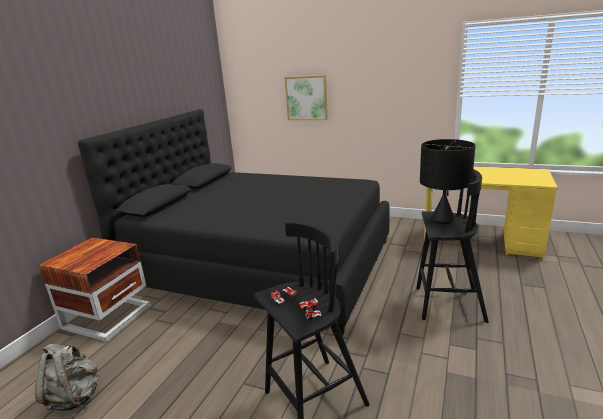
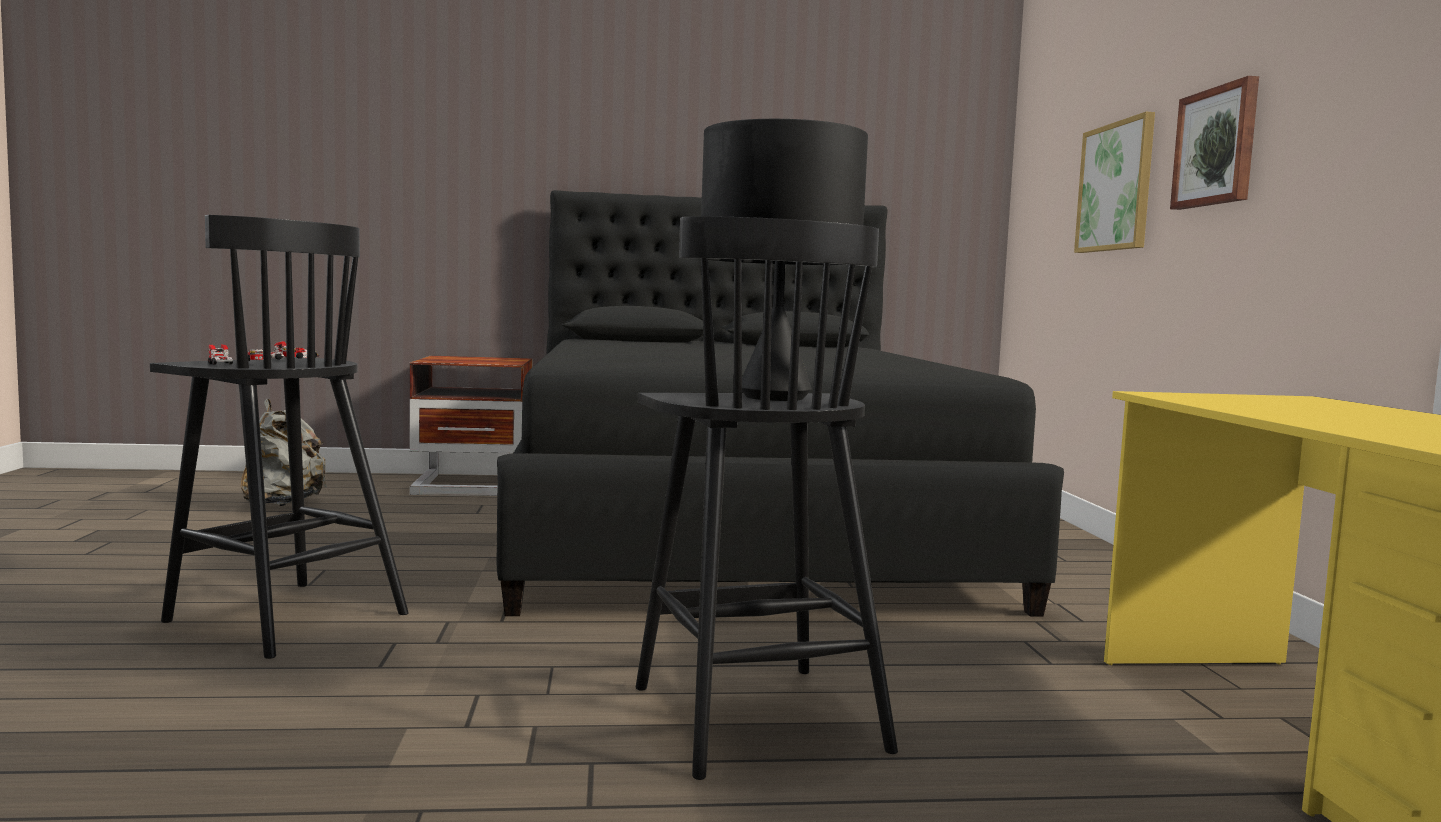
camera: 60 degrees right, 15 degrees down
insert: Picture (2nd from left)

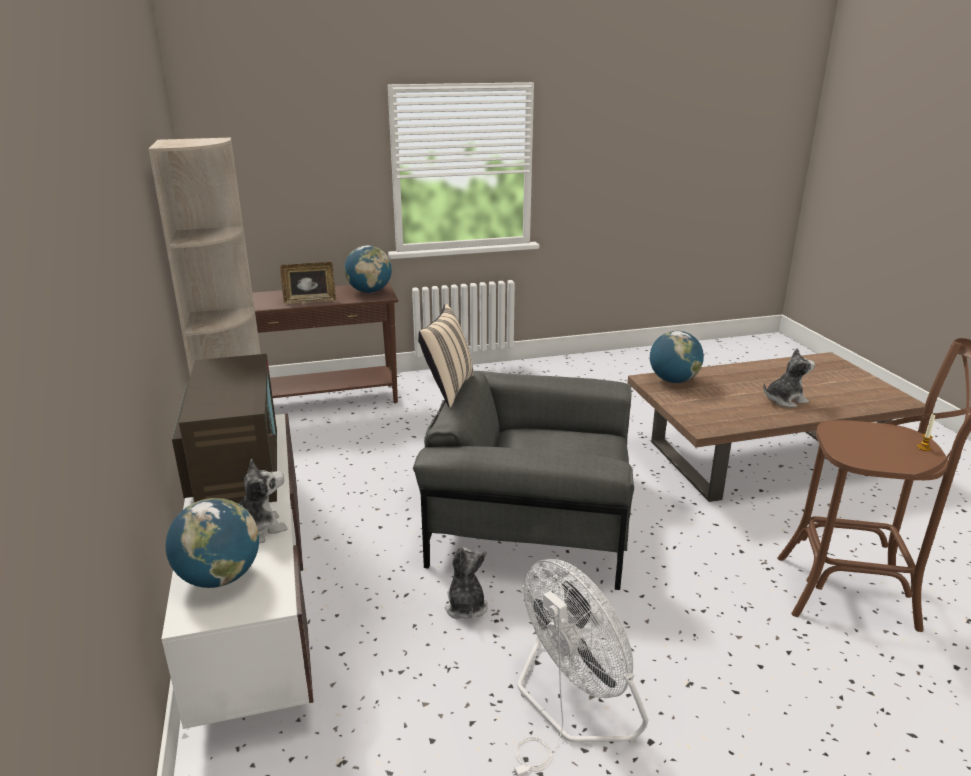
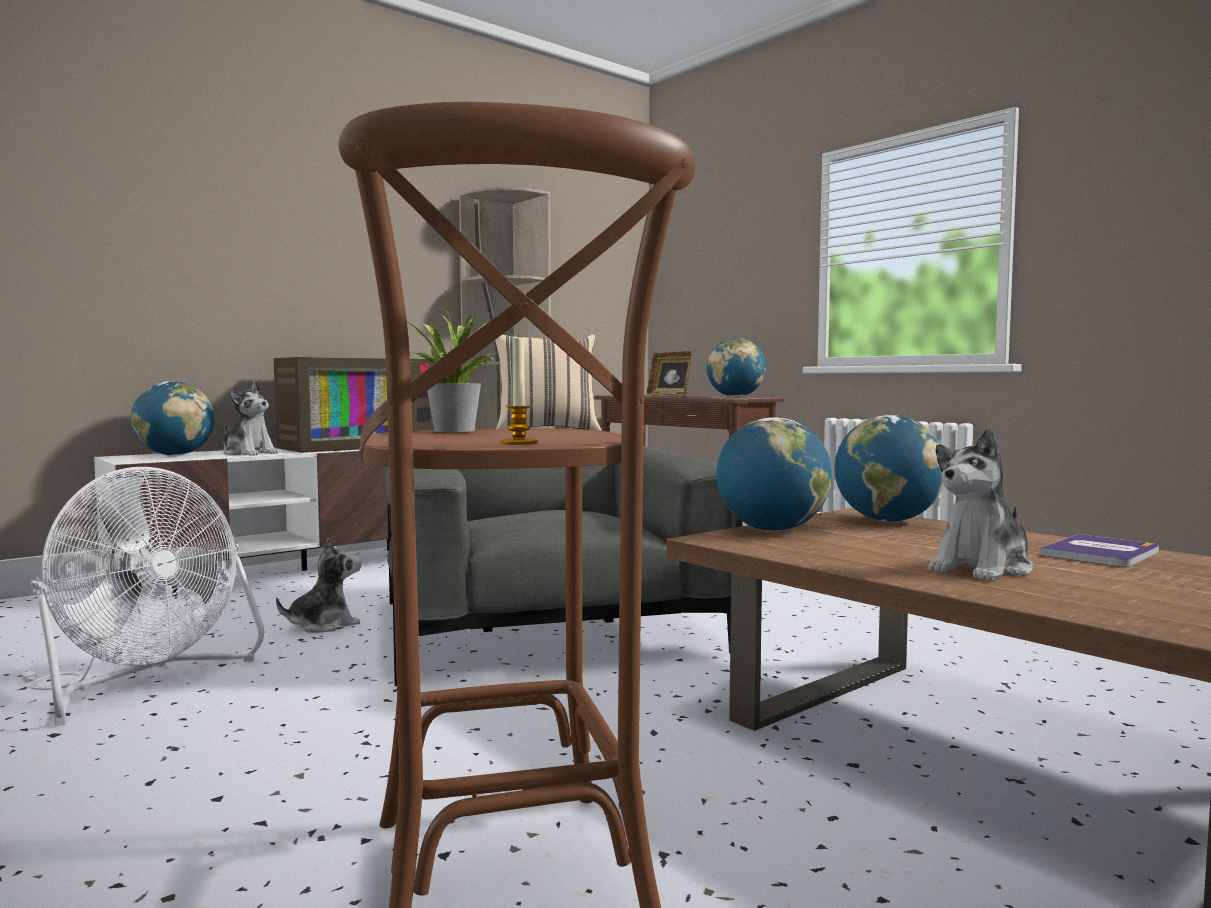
camera: 65 degrees right, 20 degrees down
insert: PottedPlant; Globe (3rd from left); Book
rotate: PlushToy (3rd from left) 90 degrees clockwise

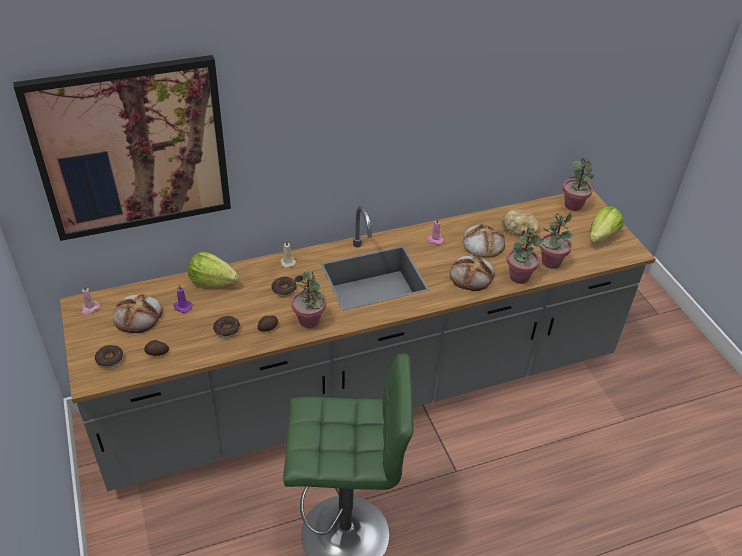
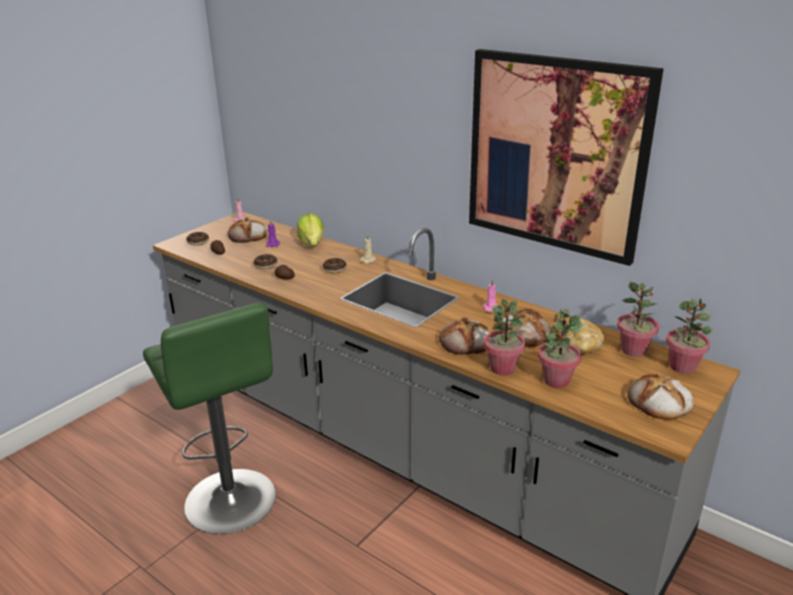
camera: 60 degrees right, 15 degrees down
move: Picture; PottedPlant (1st from left in the first image) to PottedPlant (3rd from left)
replace: Lettuce (2nd from left) to Bread (5th from left)

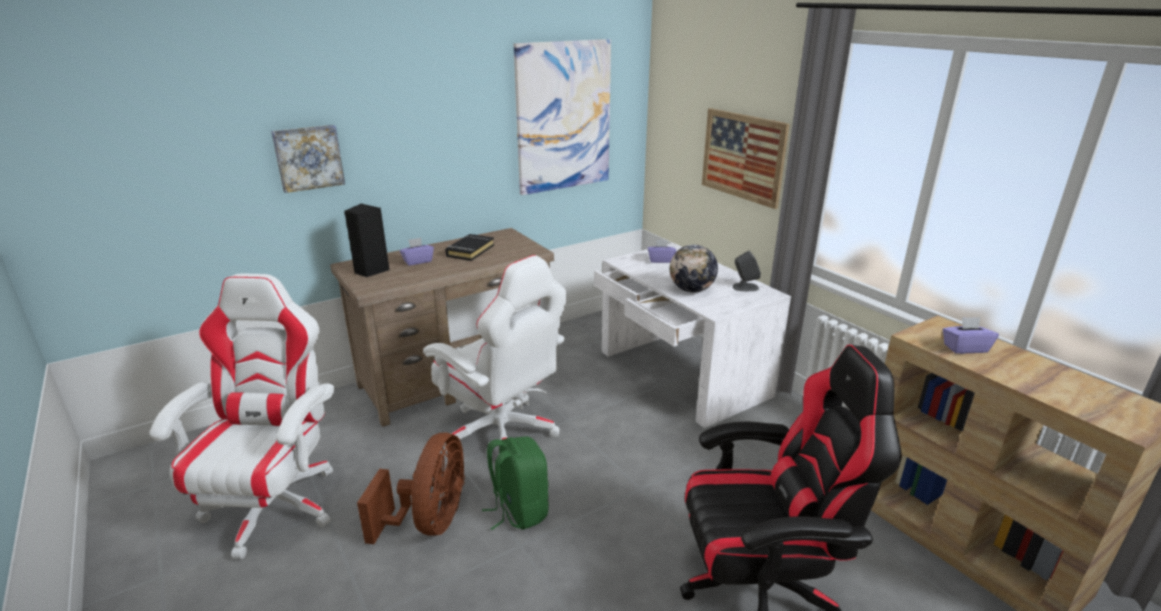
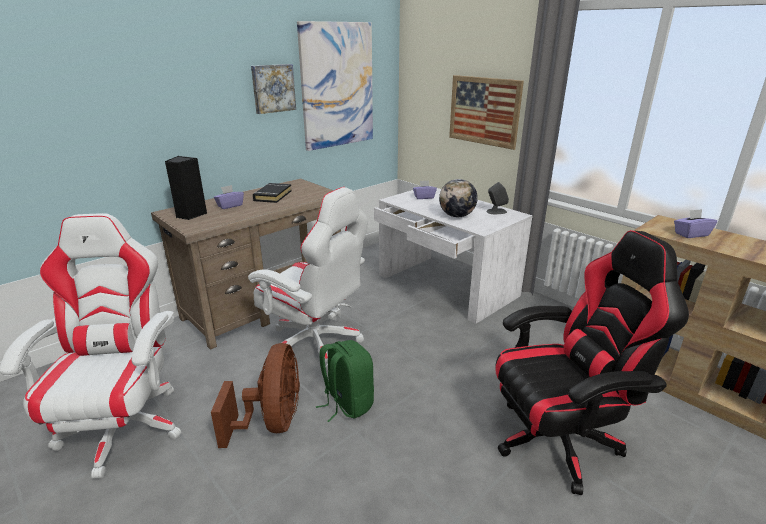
camera: 10 degrees left, 0 degrees up
move: Picture (1st from left)

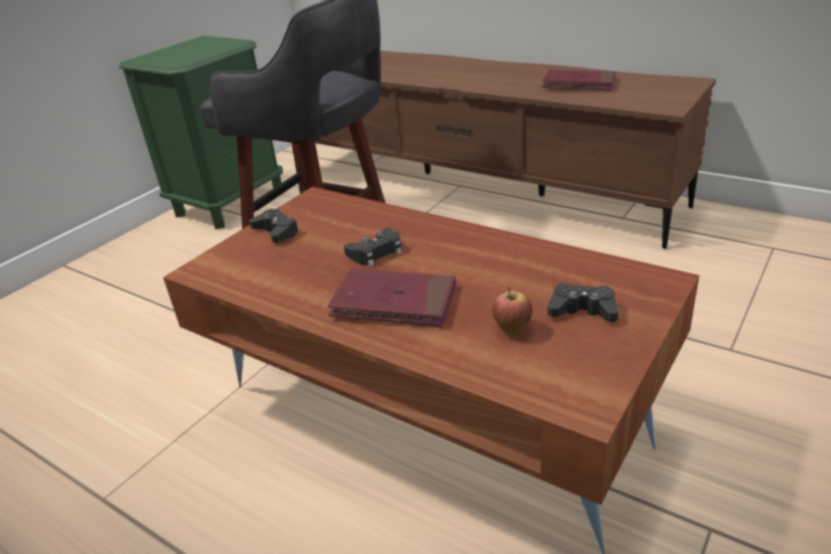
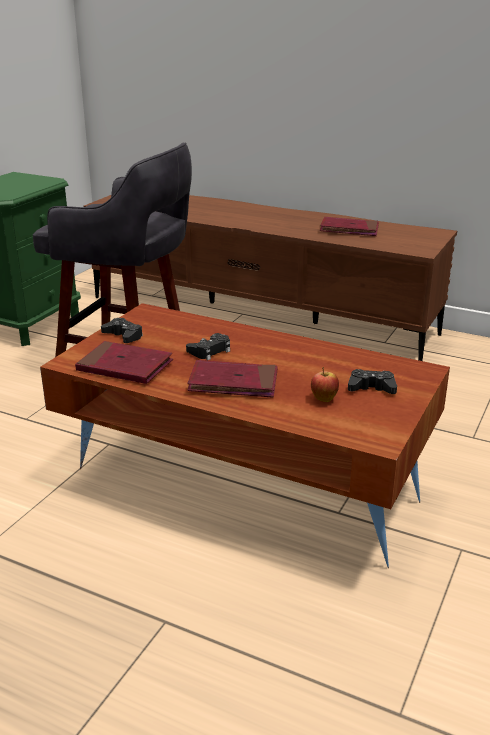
camera: 10 degrees left, 5 degrees down
insert: RedBook (1st from left)

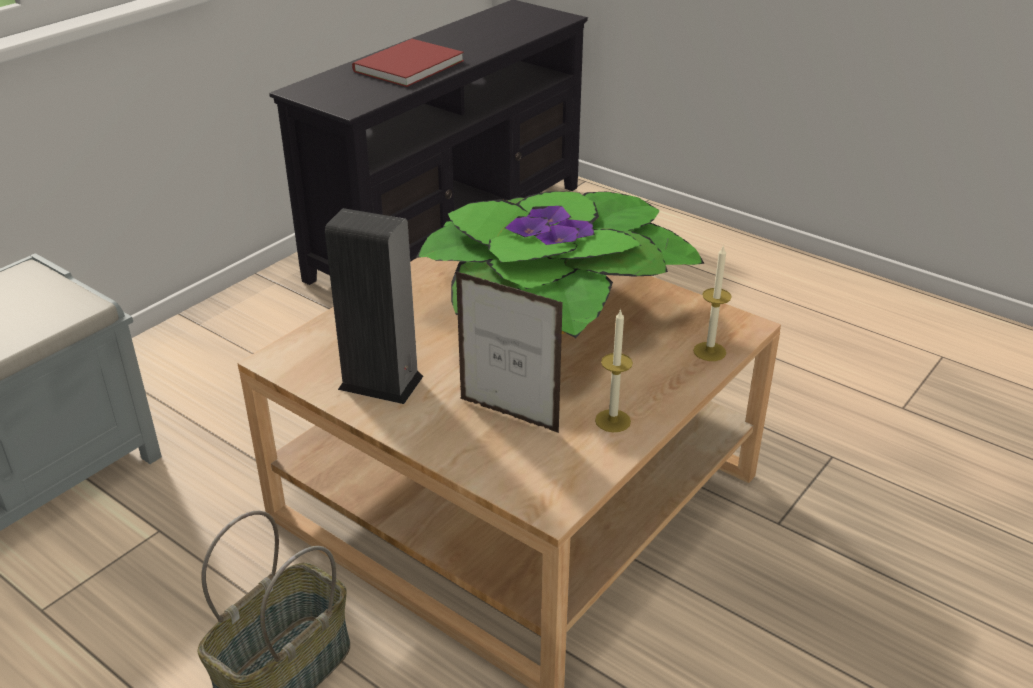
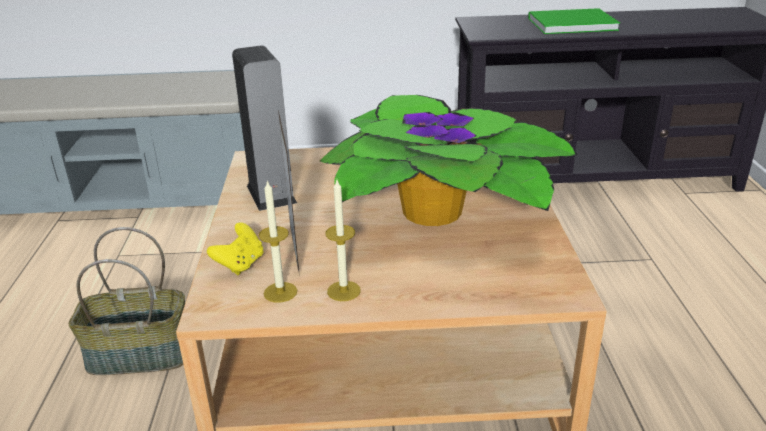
camera: 50 degrees right, 5 degrees down
insert: YellowGameController
move: Candle (2nd from left in the first image) to Candle (1st from left)
recolor: RedBook to GreenBook

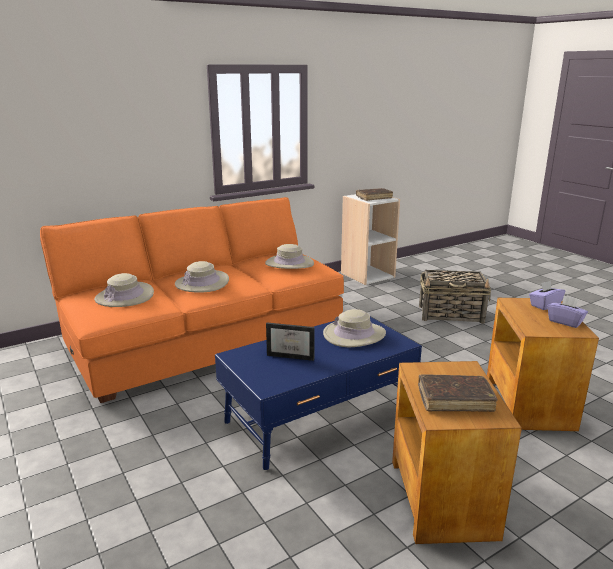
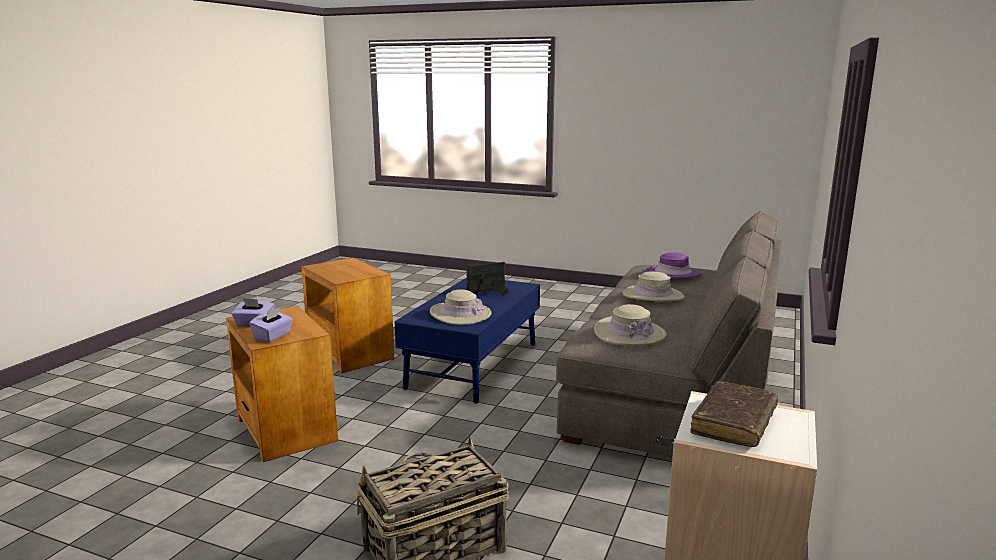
camera: 145 degrees right, 5 degrees down
delete: BrownBook (2nd from left)
recolor: OrangeSofa to GreySofa; BeigeHat (1st from left) to PurpleHat

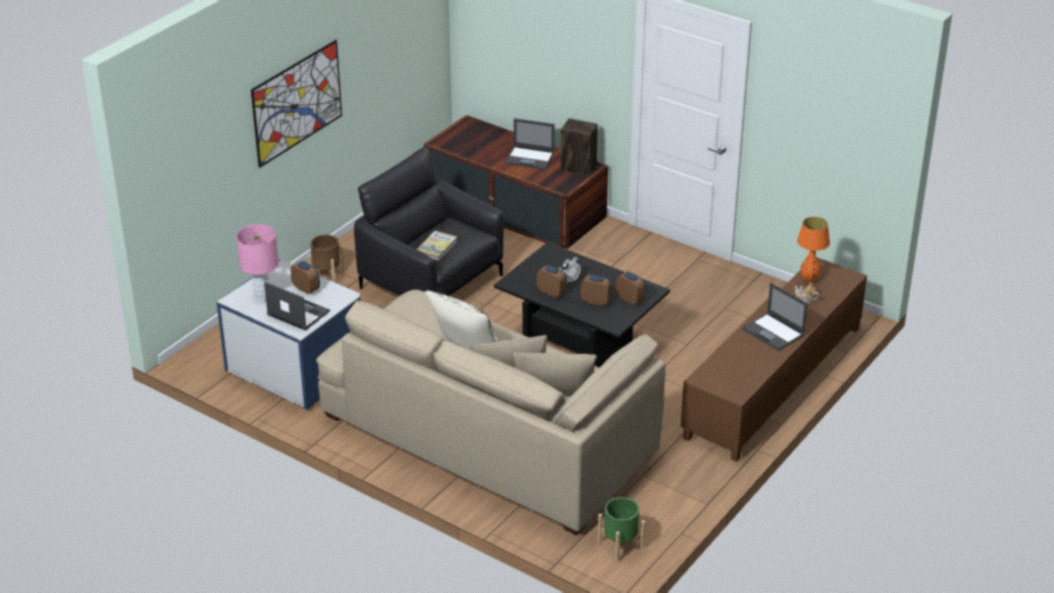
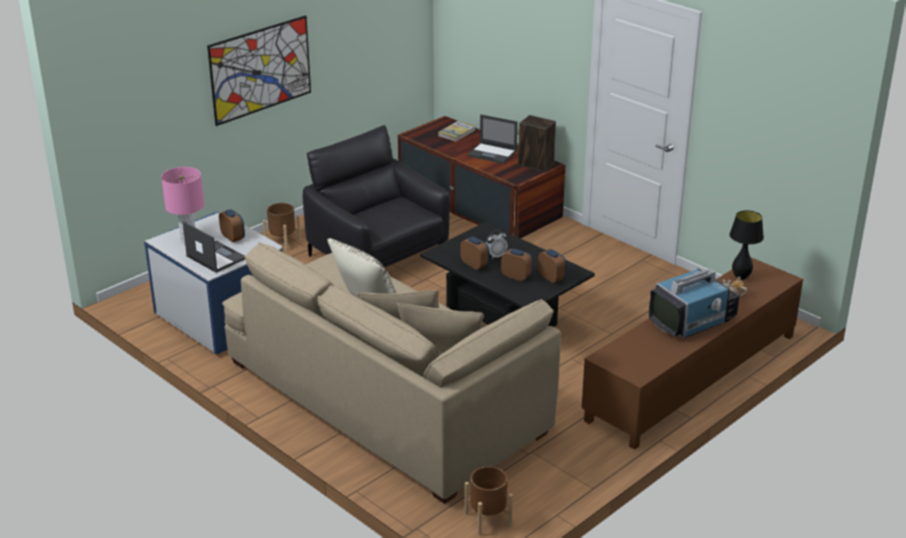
camera: 10 degrees right, 5 degrees down
move: Book
replace: Laptop (3rd from left) to Television
recolor: OrangeTableLamp to BlackTableLamp; GreenPlanter to BrownPlanter (2nd from left)

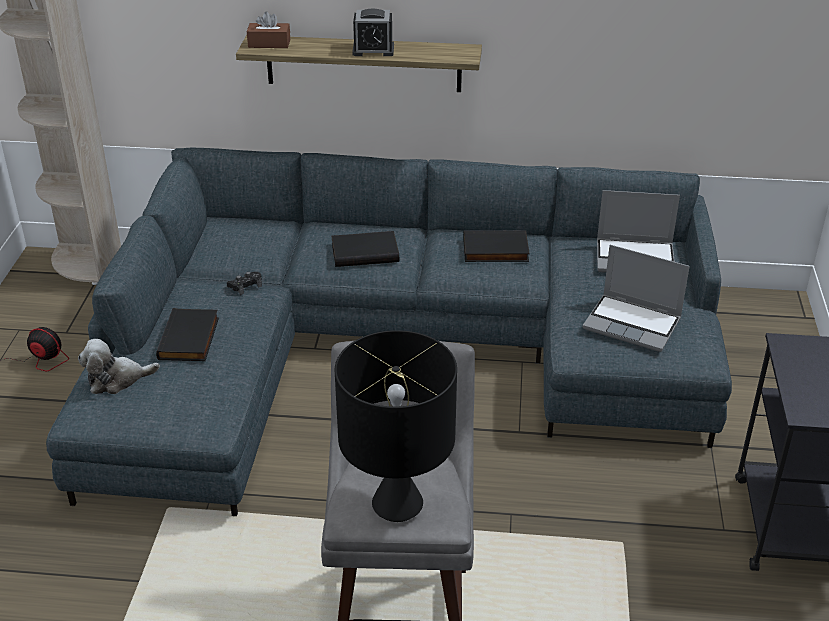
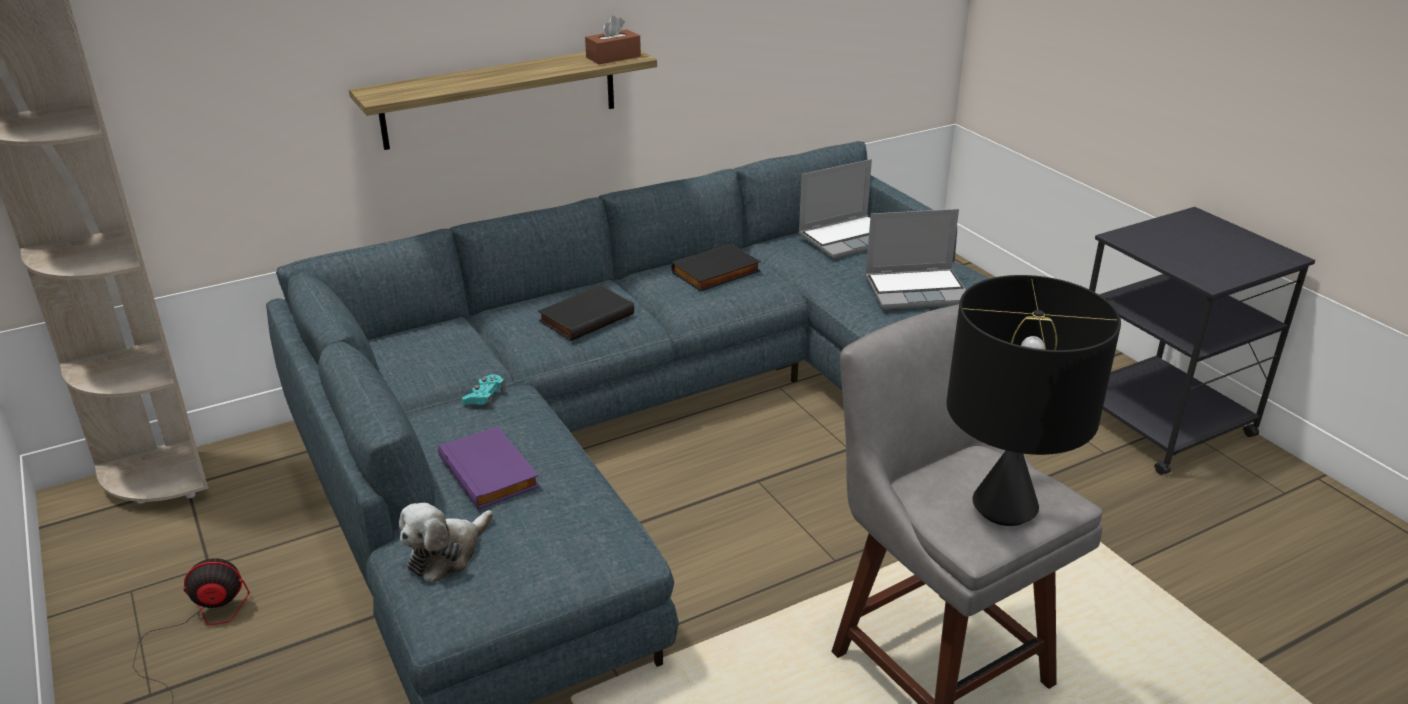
camera: 35 degrees left, 5 degrees down
delete: AlarmClock
move: BrownTissueBox
recolor: BlackGameController to TurquoiseGameController; BlackBook (1st from left) to PurpleBook

